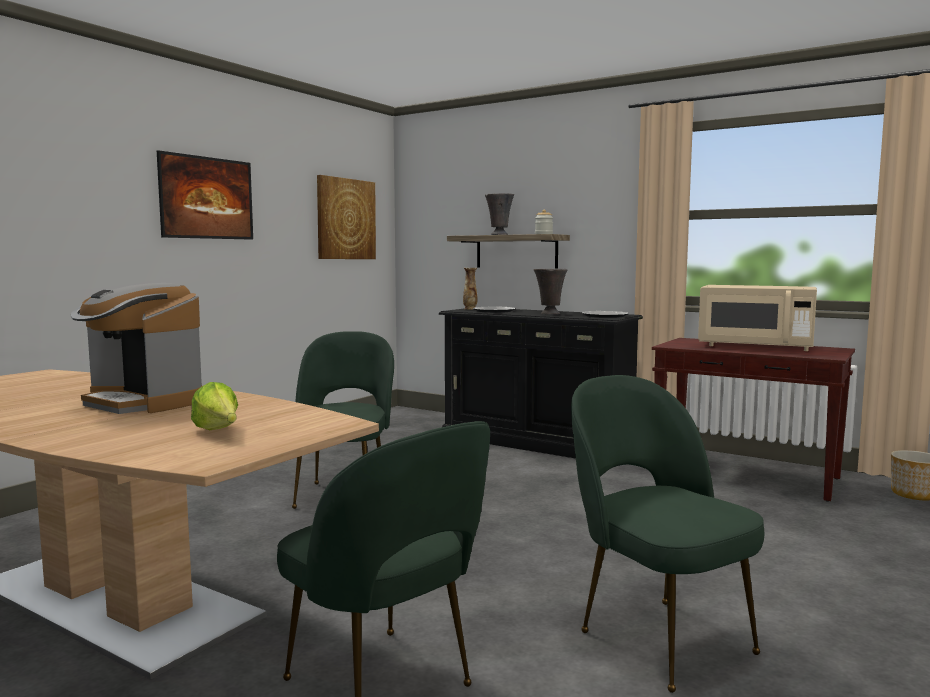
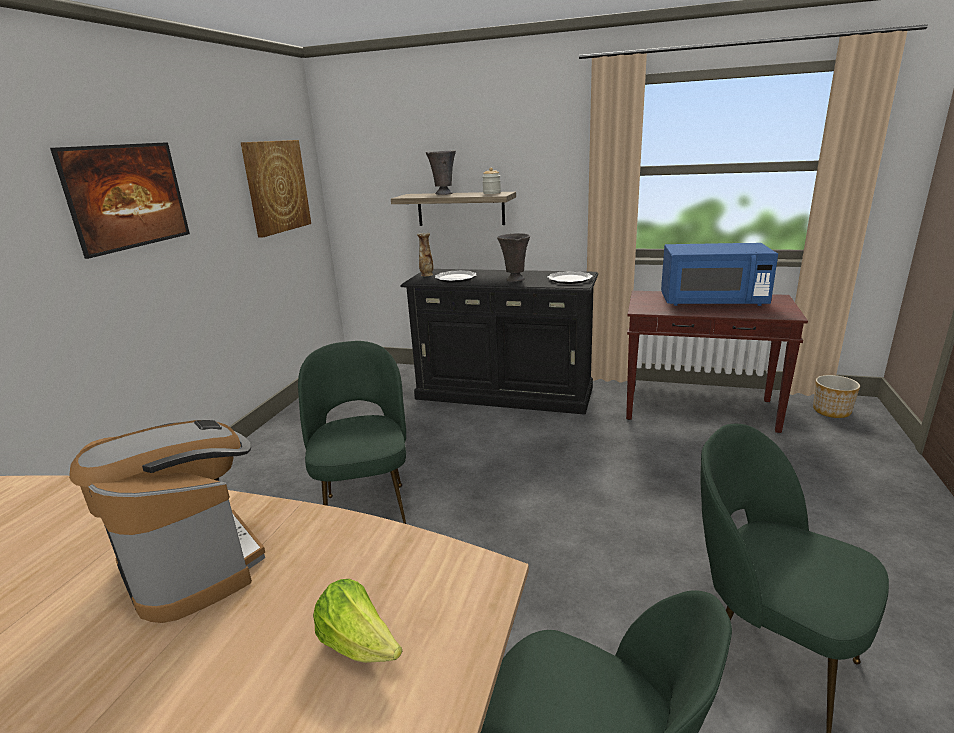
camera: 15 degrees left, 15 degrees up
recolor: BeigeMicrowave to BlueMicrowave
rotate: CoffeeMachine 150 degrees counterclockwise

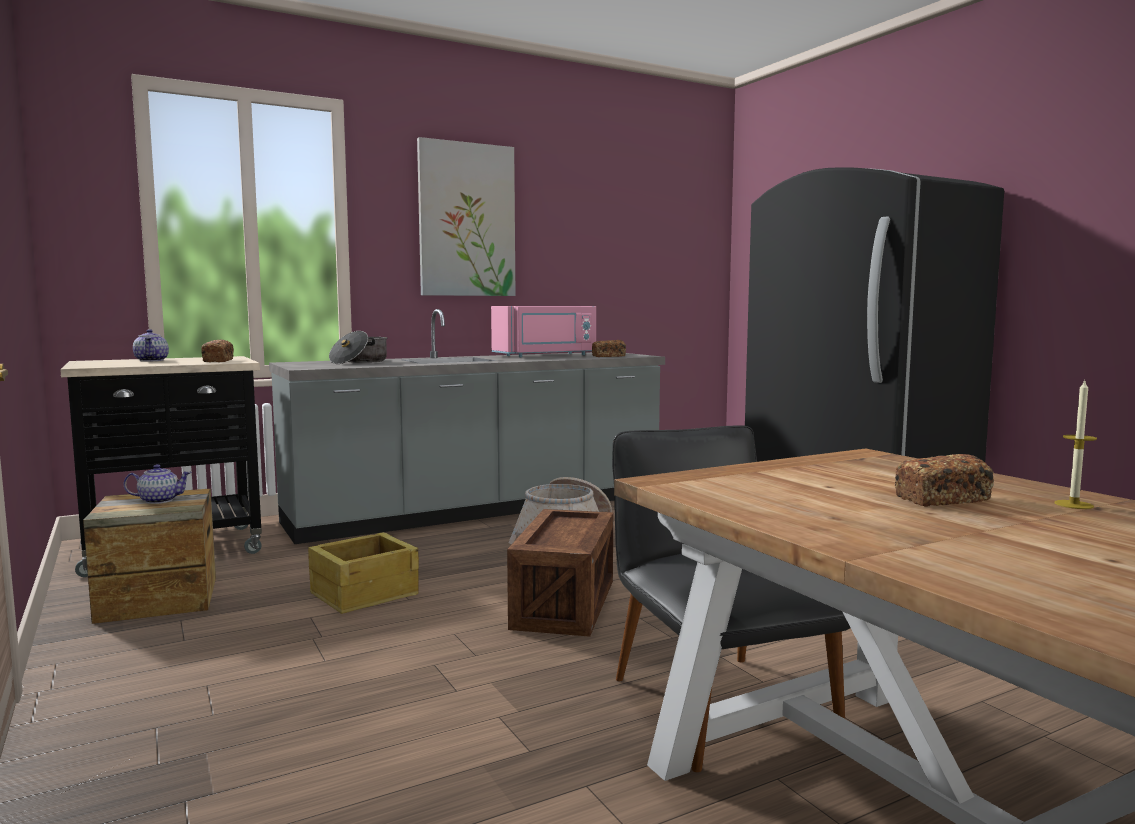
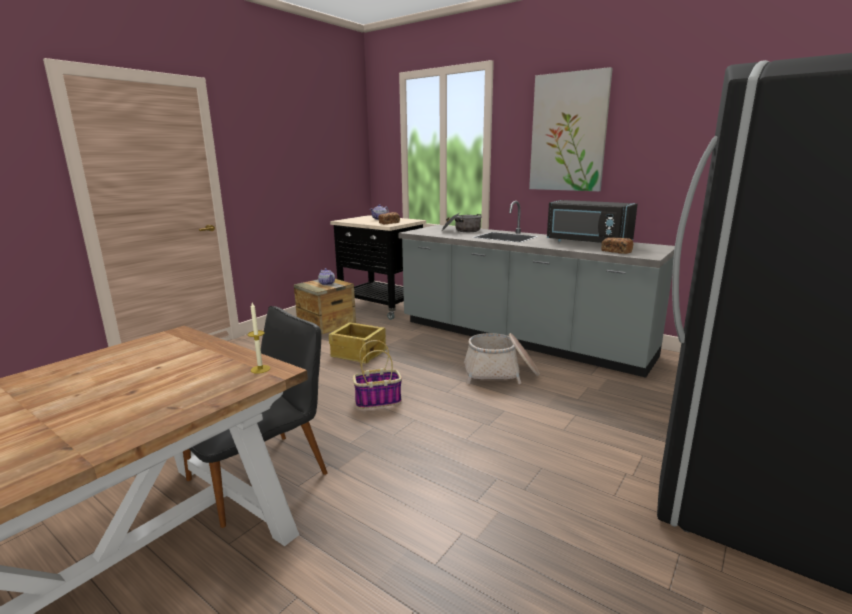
camera: 65 degrees right, 10 degrees up
delete: Bread (3rd from left)
move: Candle
replace: Crate (3rd from left) to Basket (1st from left)
recolor: PinkMicrowave to BlackMicrowave

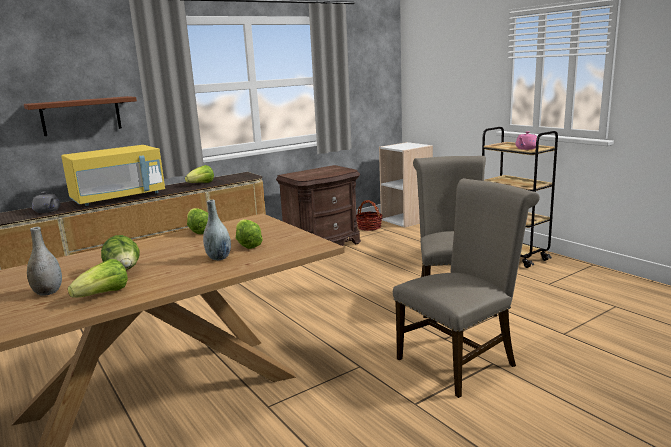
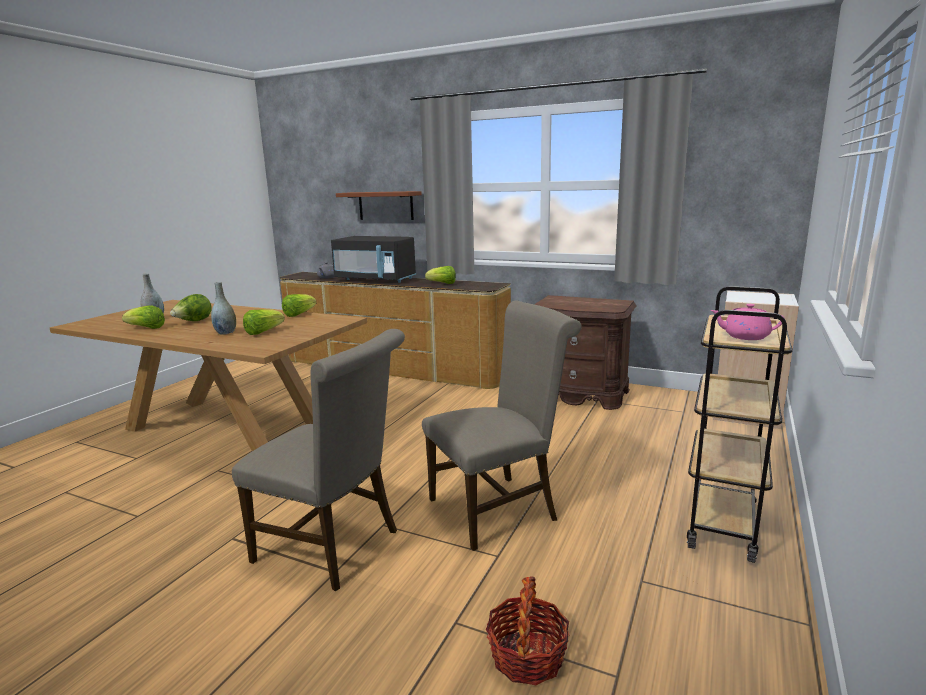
camera: 60 degrees right, 0 degrees up
move: Basket
recolor: YellowMicrowave to BlackMicrowave

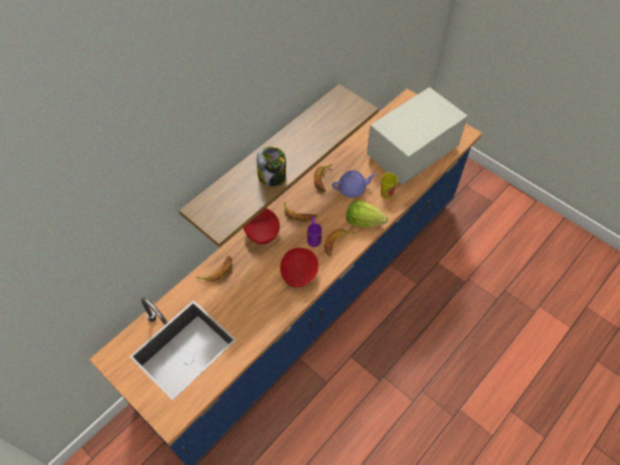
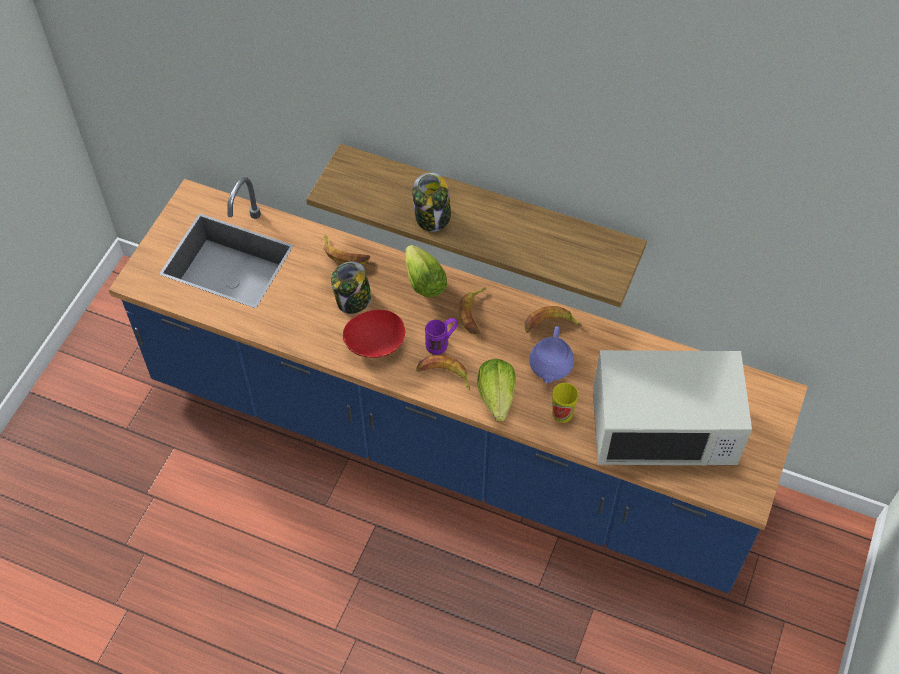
camera: 70 degrees right, 0 degrees up
insert: Jar (1st from left)
replace: RedBowl (1st from left) to Lettuce (1st from left)
rotate: WhiteMicrowave 150 degrees clockwise; PurpleTeapot 45 degrees clockwise

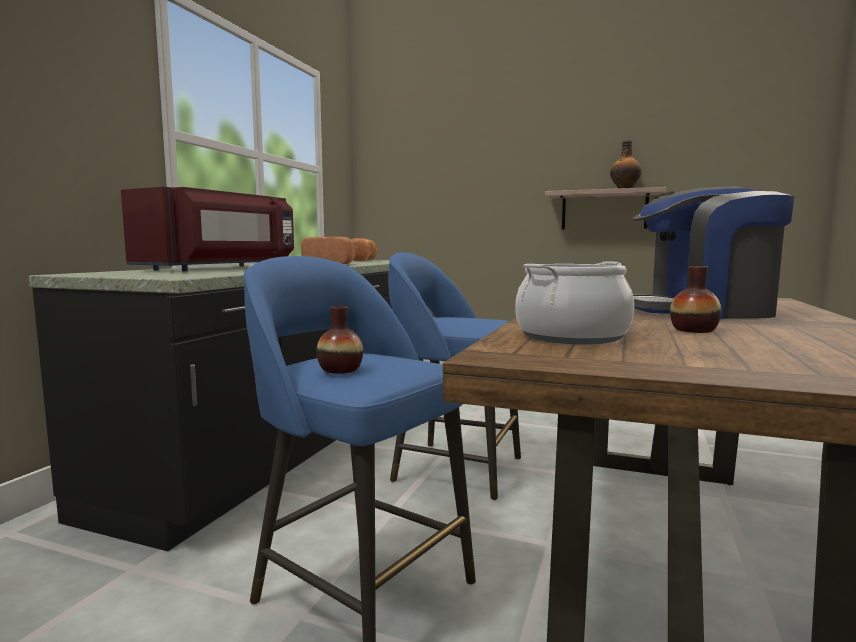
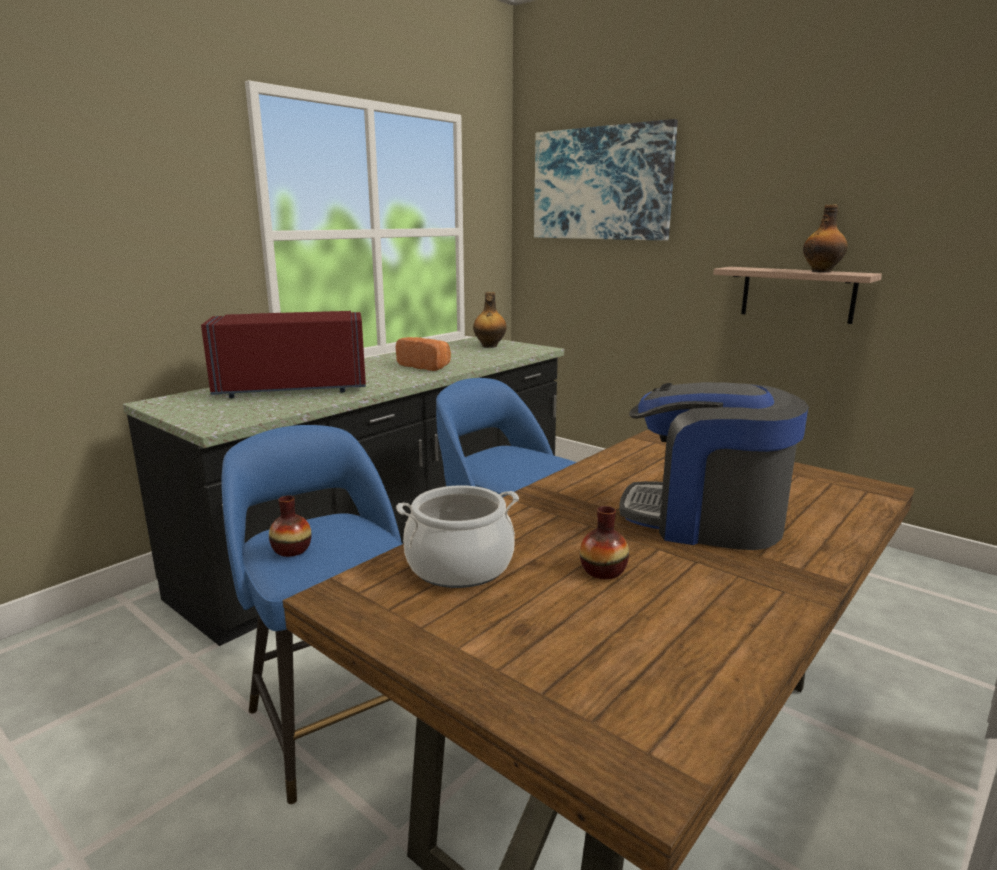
camera: 20 degrees right, 10 degrees up
insert: Picture
replace: Bread (2nd from left) to Bottle (1st from left)
rotate: RedMicrowave 150 degrees counterclockwise

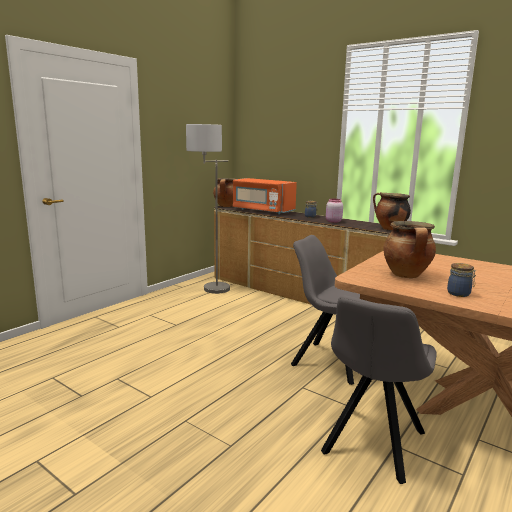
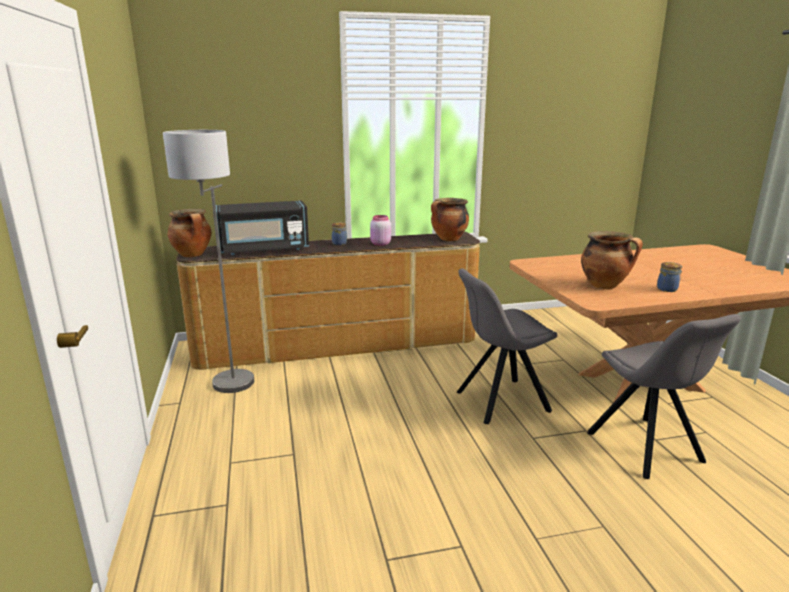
camera: 50 degrees left, 5 degrees up
recolor: OrangeMicrowave to BlackMicrowave

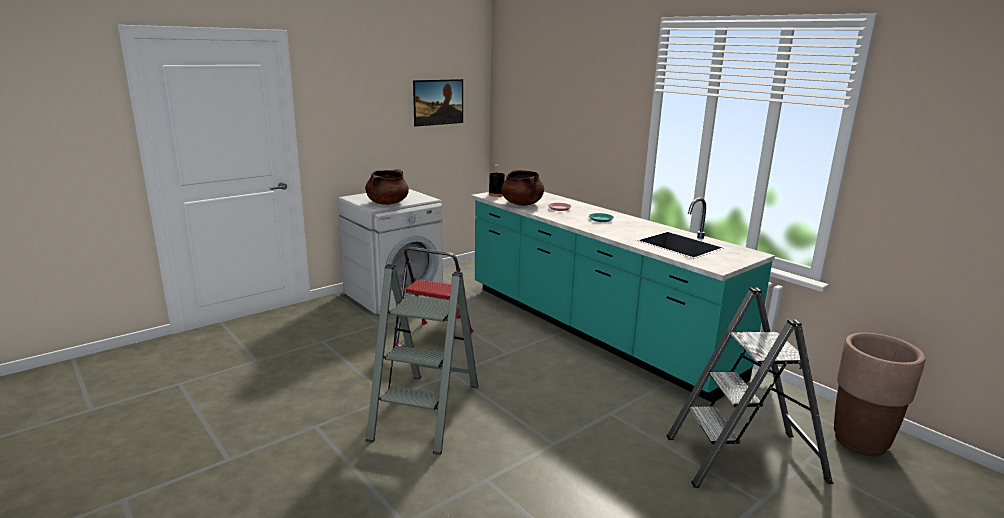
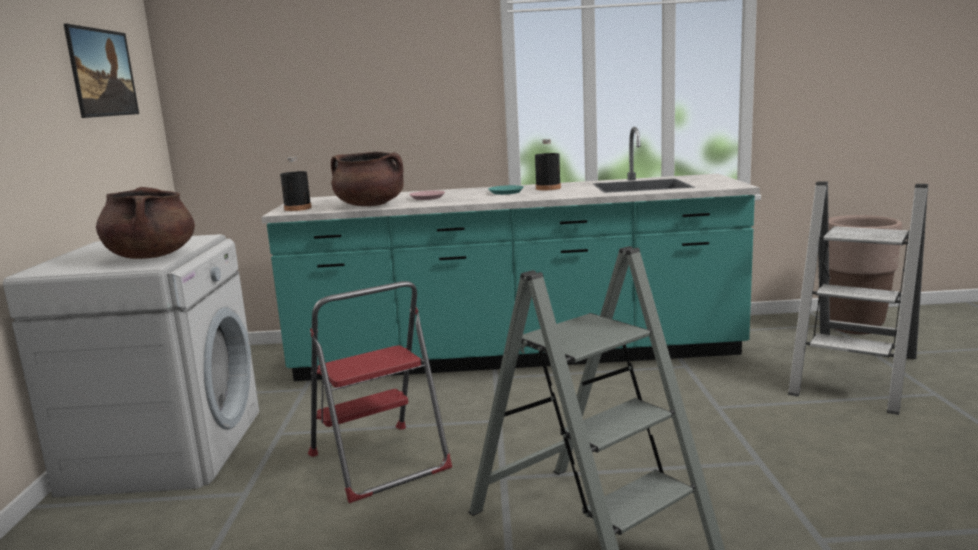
camera: 50 degrees left, 5 degrees down
insert: BlackBottle (2nd from left)

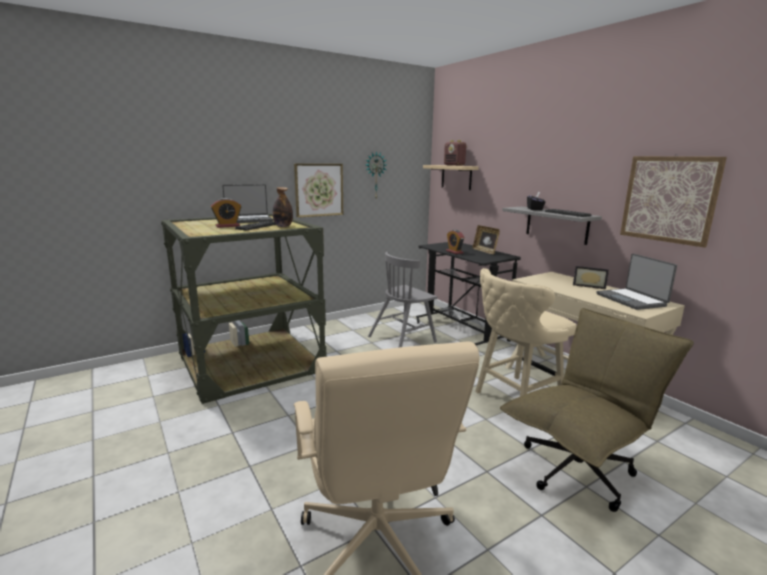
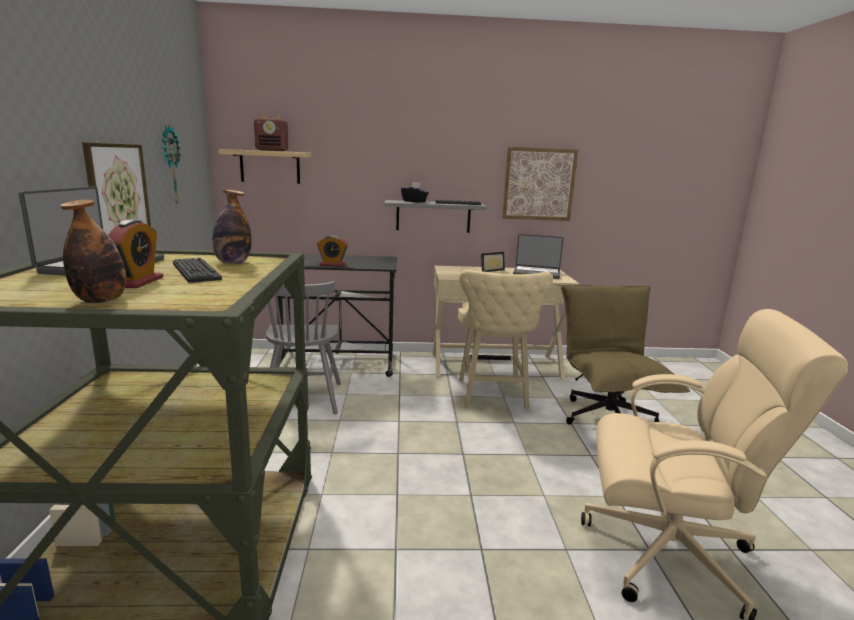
camera: 60 degrees left, 0 degrees up
delete: PictureFrame (1st from left)
insert: Bottle (1st from left)

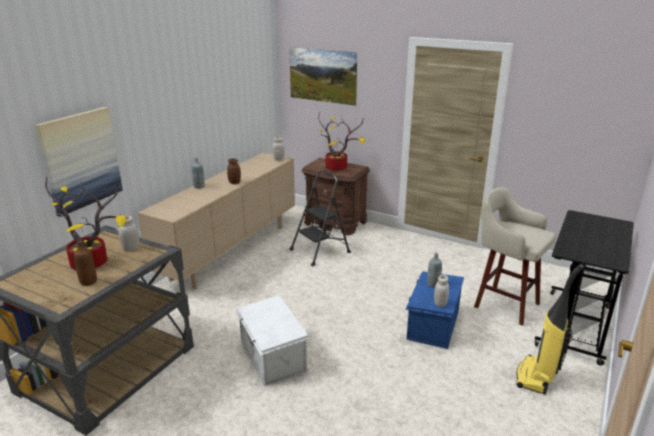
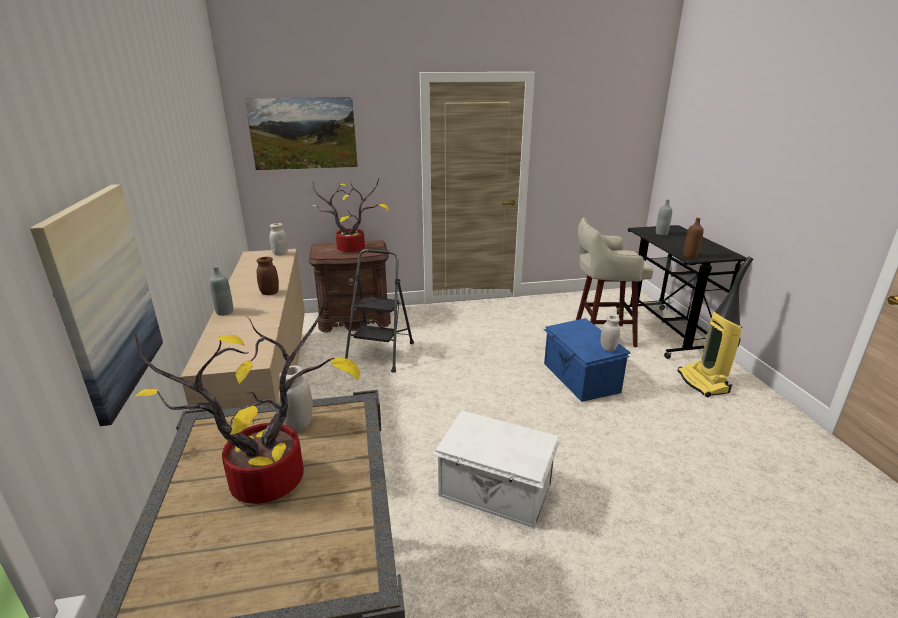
camera: 40 degrees left, 0 degrees up
move: BrownBottle; GreyBottle (2nd from left)

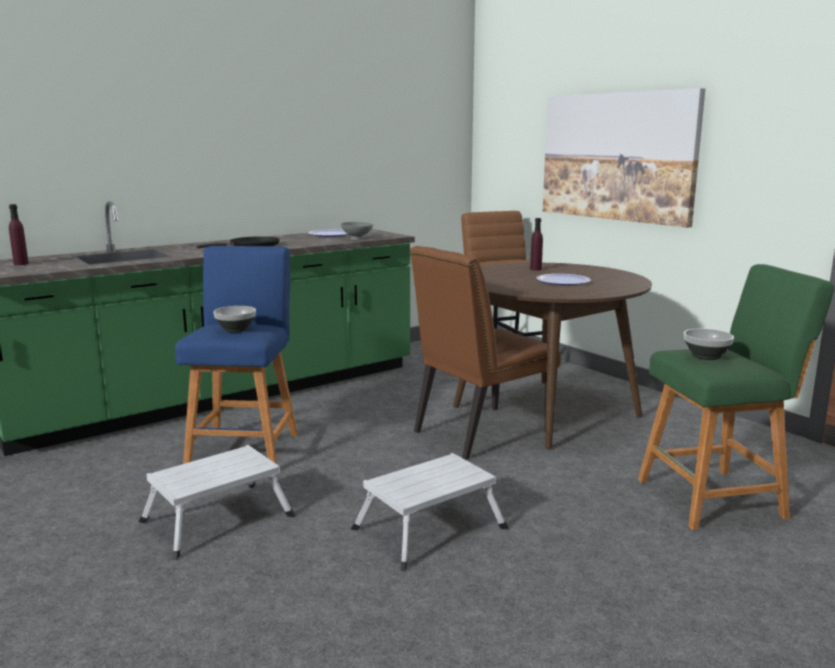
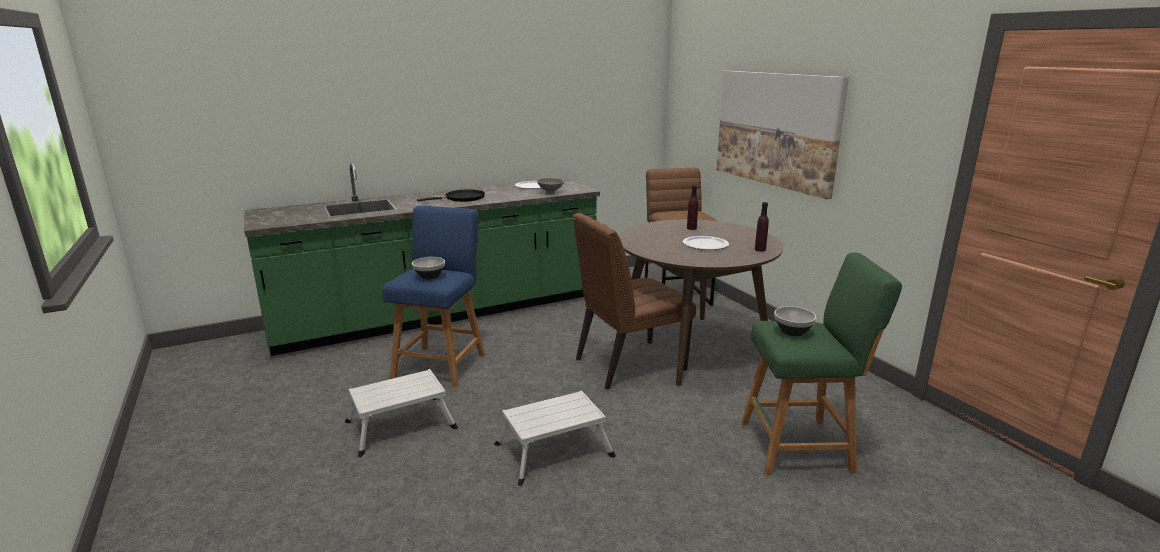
camera: 10 degrees right, 5 degrees up
move: PurpleBottle (1st from left in the first image) to PurpleBottle (2nd from left)

